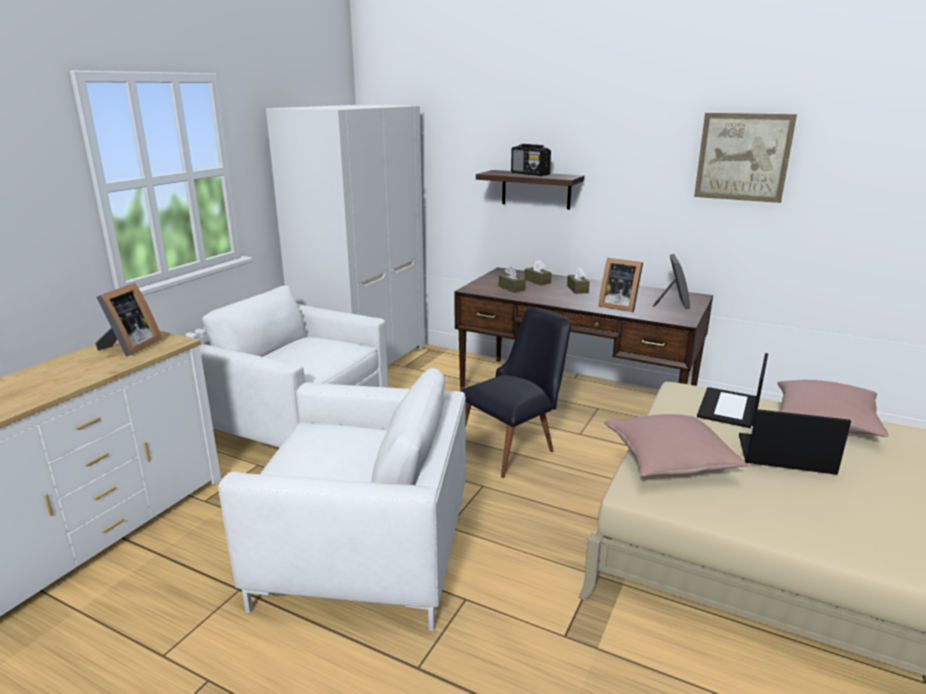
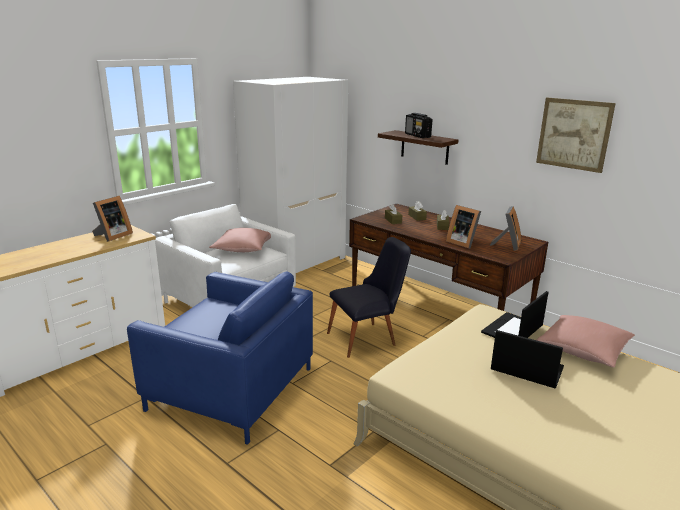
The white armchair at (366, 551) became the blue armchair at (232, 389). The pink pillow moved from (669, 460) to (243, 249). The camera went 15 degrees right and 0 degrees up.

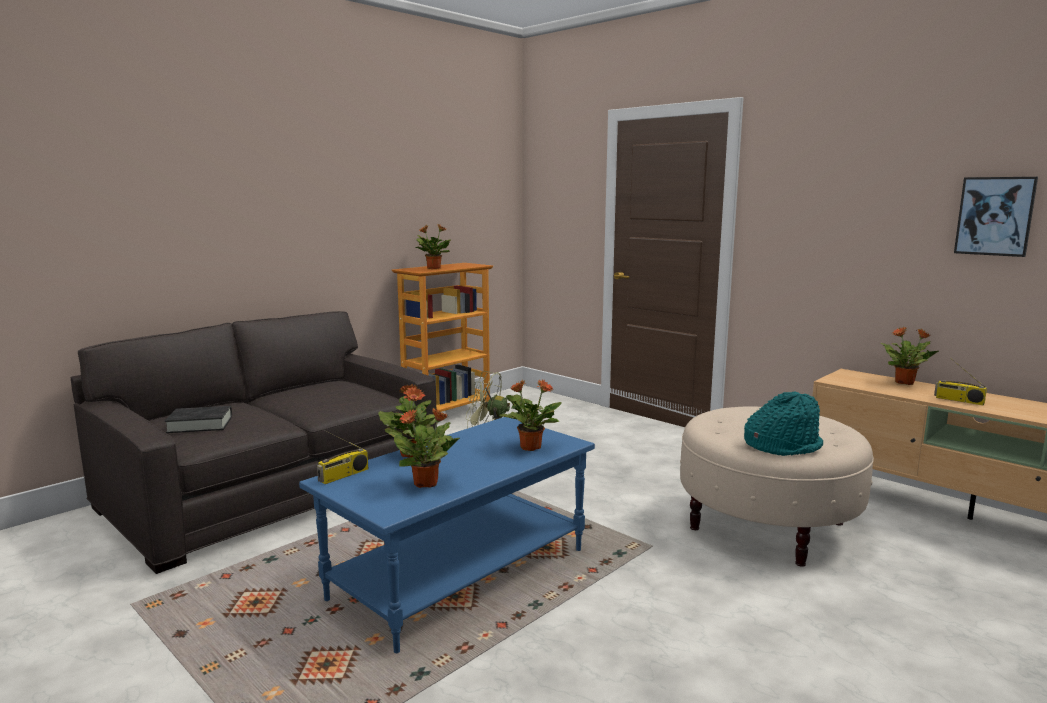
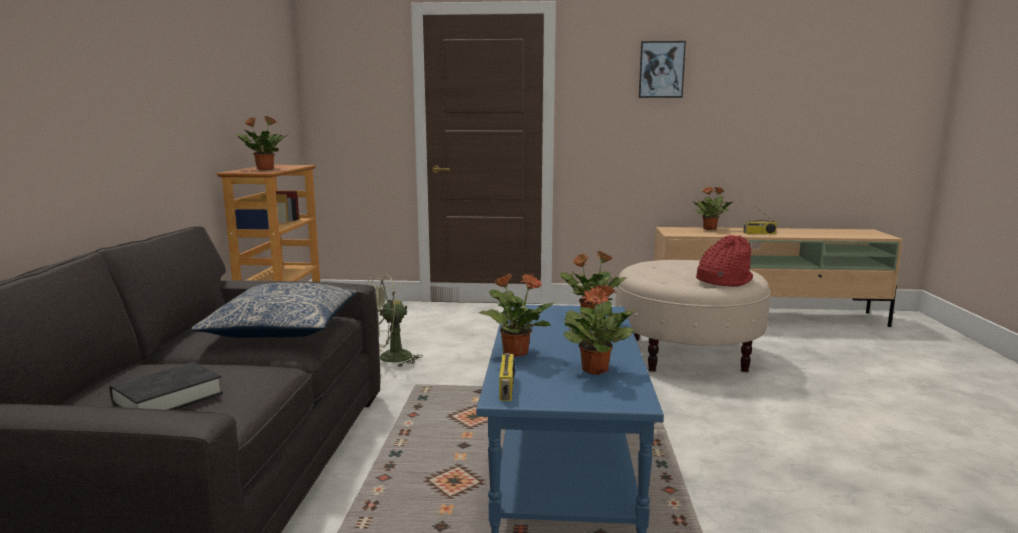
The picture moved from (995, 216) to (661, 69). The turquoise hat at (782, 446) became the red hat at (723, 281). The pillow at (283, 328) appeared. The camera went 40 degrees left and 0 degrees up.

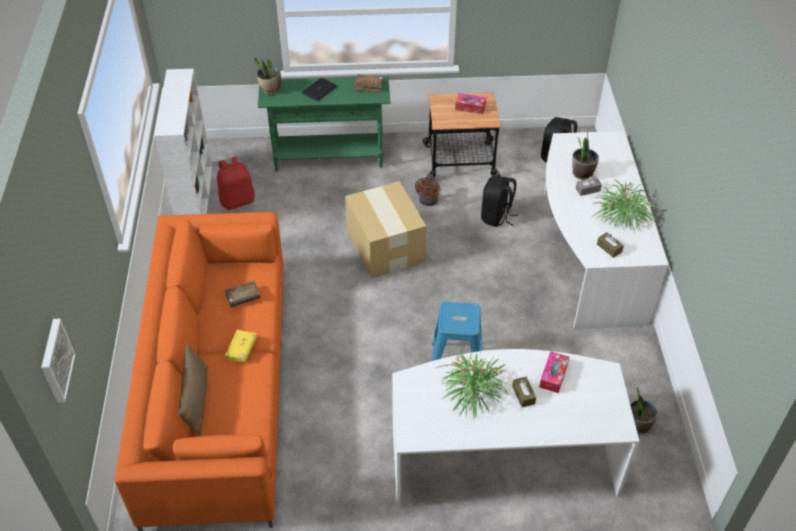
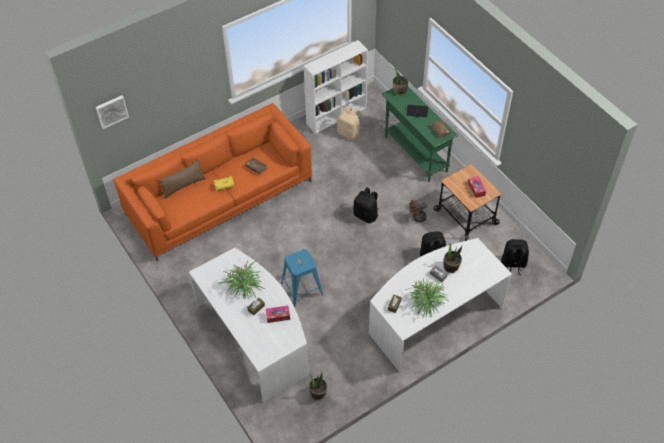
The red backpack at (237, 200) became the beige backpack at (349, 133). The cardboard box at (385, 245) was replaced by the black backpack at (366, 215). The camera went 60 degrees right and 5 degrees up.

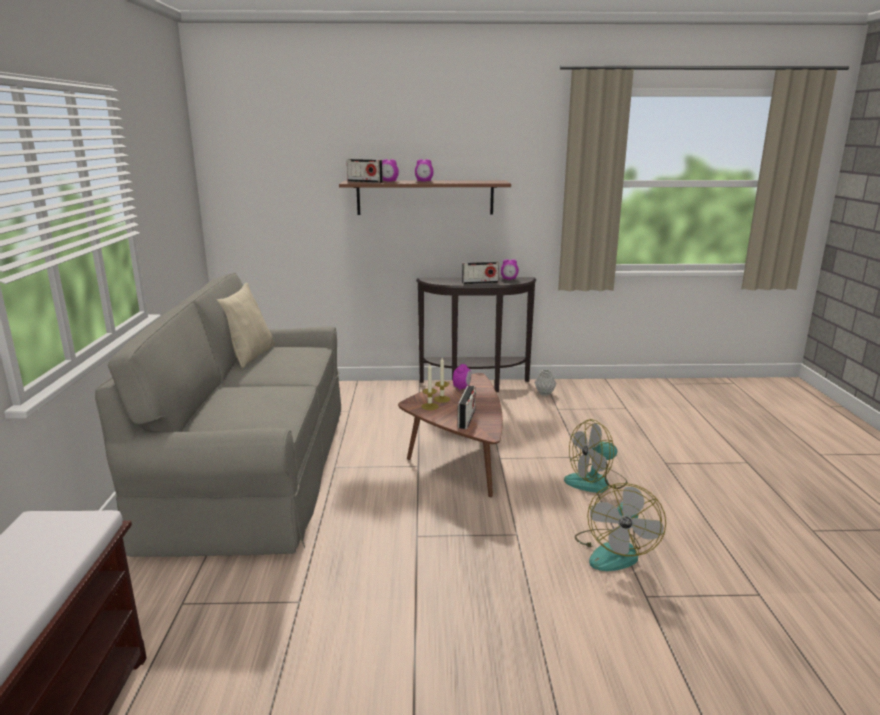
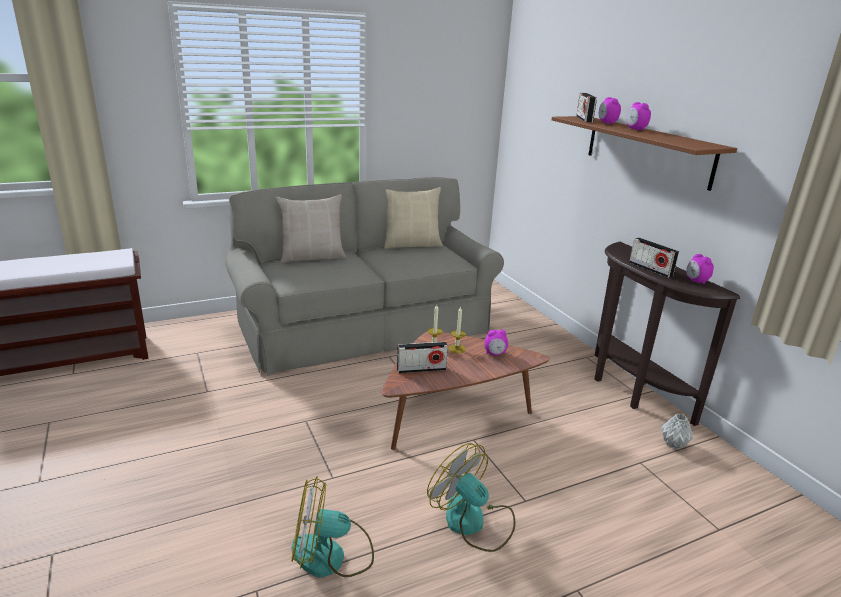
The beige pillow at (312, 257) appeared. The camera went 65 degrees right and 5 degrees up.

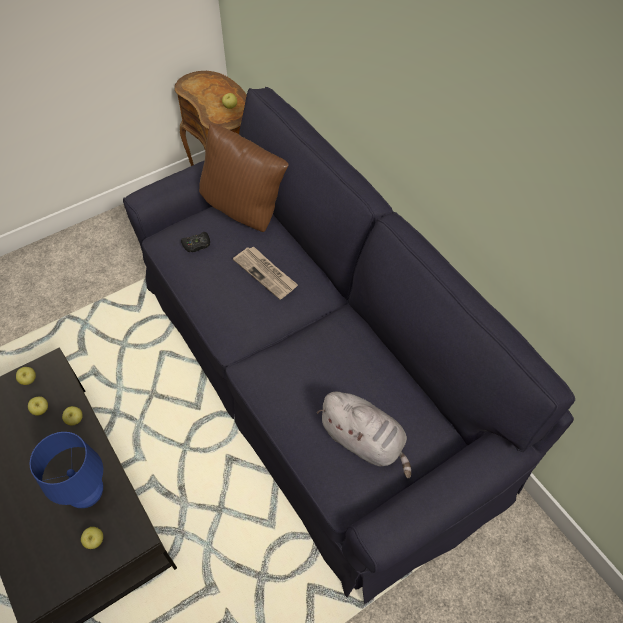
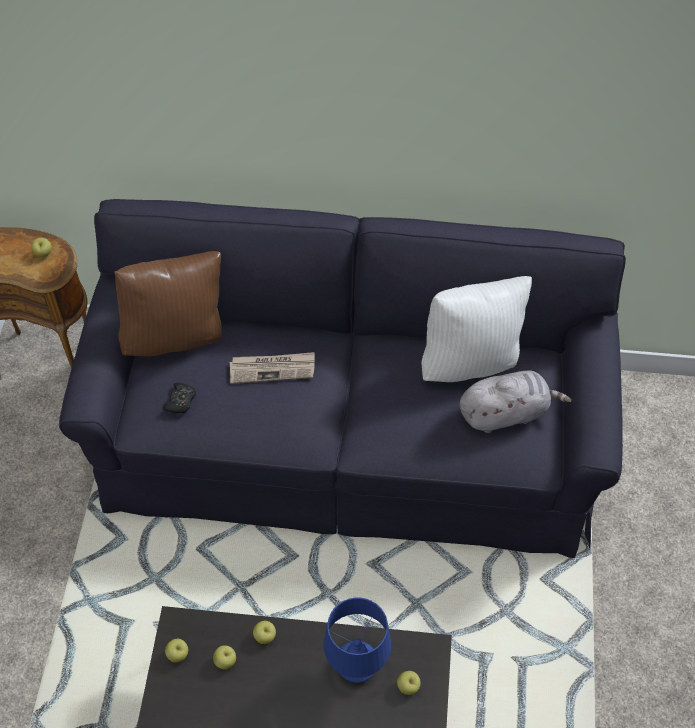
The white pillow at (470, 361) appeared. The camera went 50 degrees left and 0 degrees up.

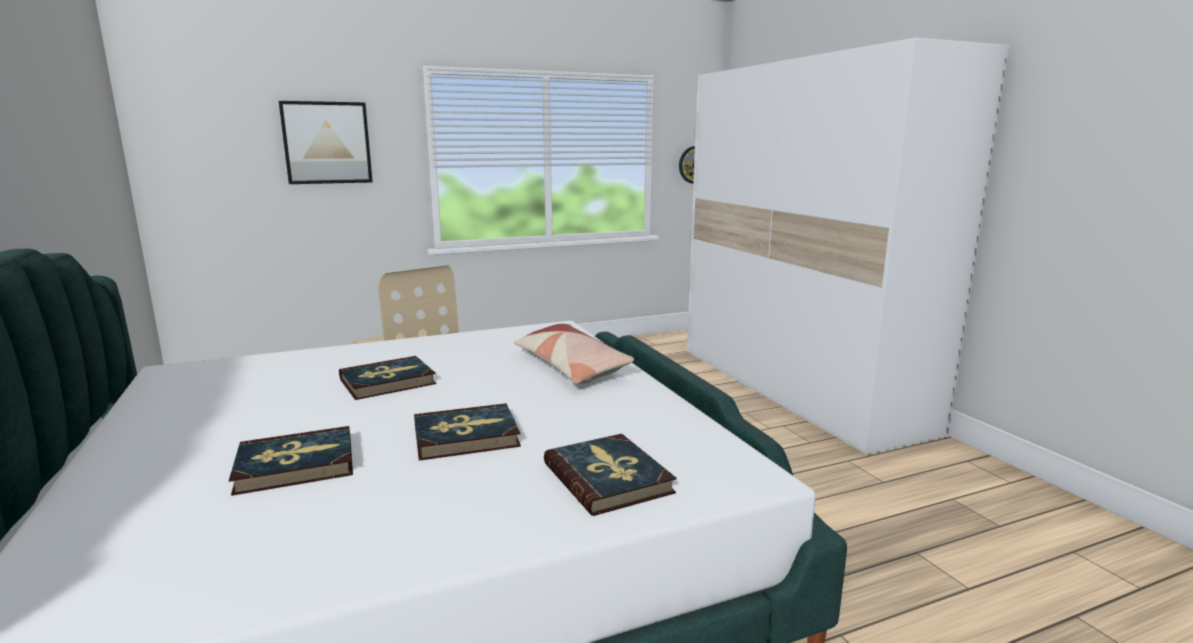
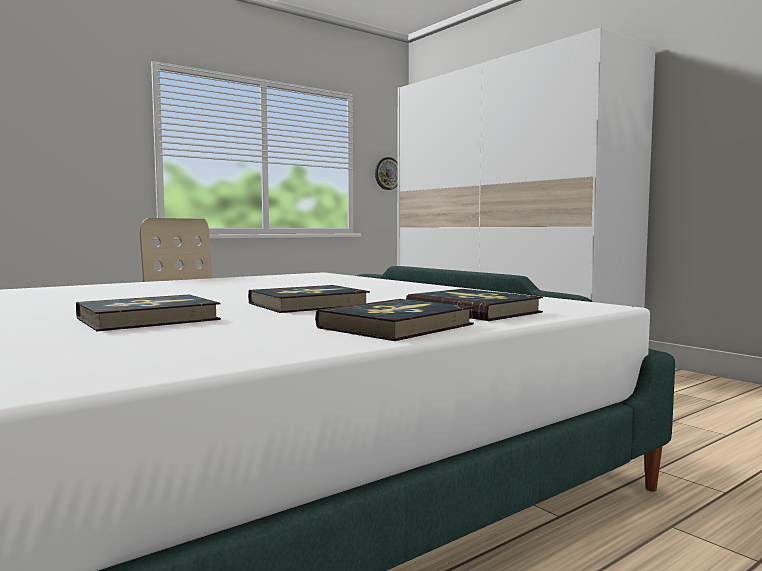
The picture at (327, 143) disappeared. The pillow at (571, 367) disappeared. The book moved from (387, 381) to (397, 326). The camera went 15 degrees left and 10 degrees down.

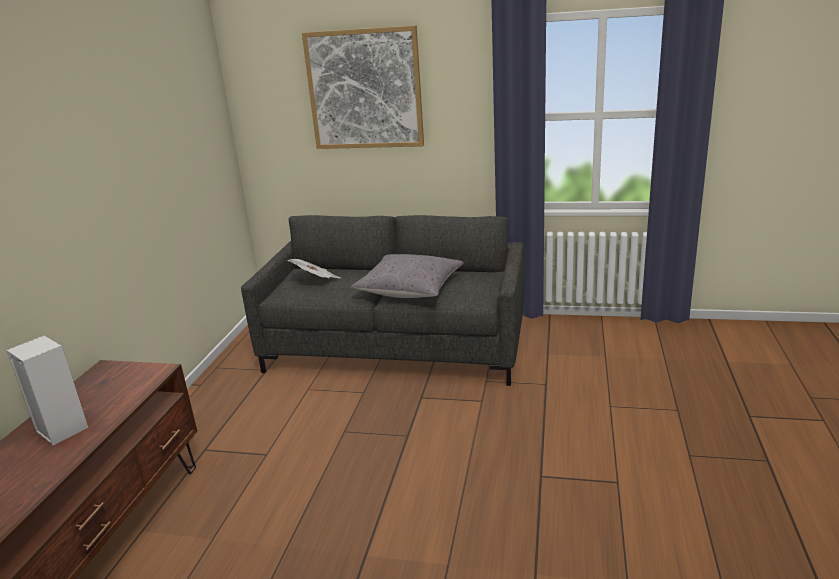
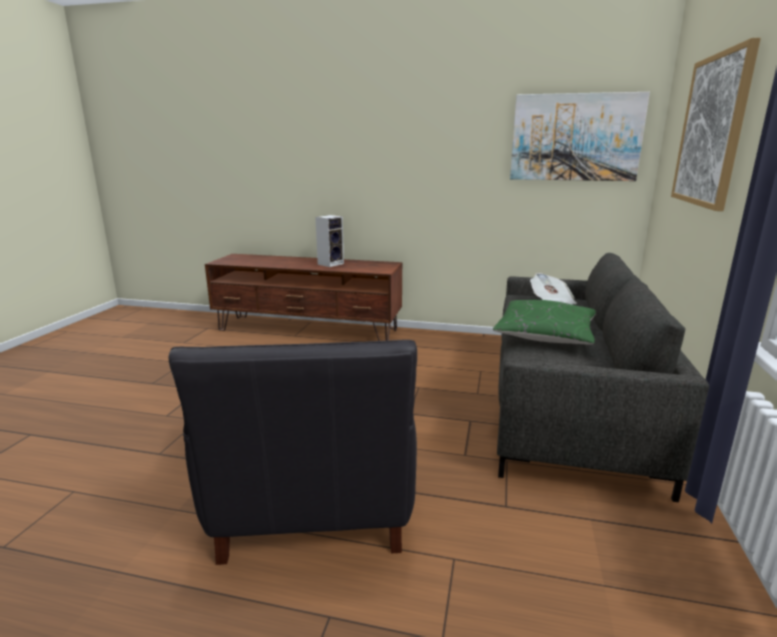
The grey pillow at (410, 289) became the green pillow at (545, 336). The picture at (575, 137) appeared. The black armchair at (313, 506) appeared. The camera went 90 degrees right and 5 degrees down.

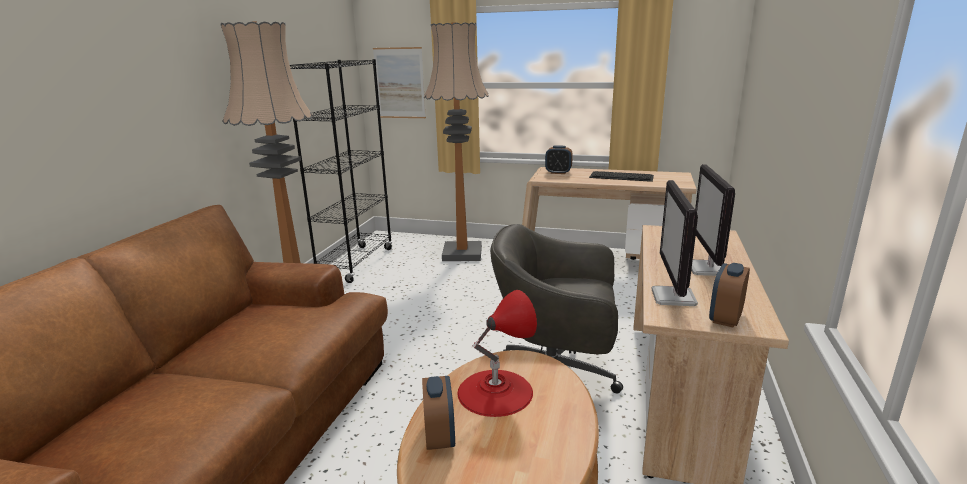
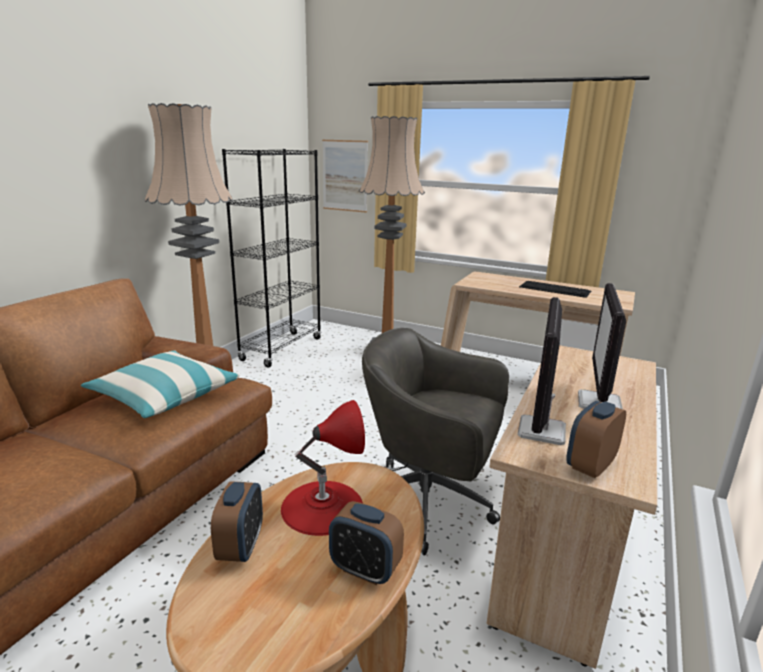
The alarm clock moved from (558, 172) to (365, 569). The pillow at (164, 396) appeared. The camera went 10 degrees right and 0 degrees up.

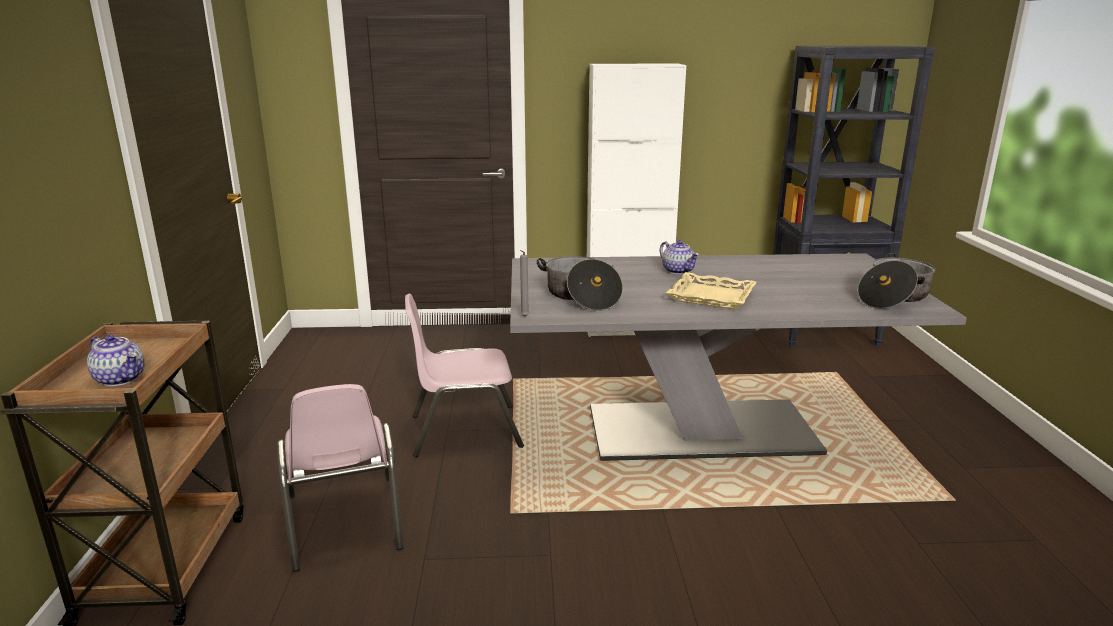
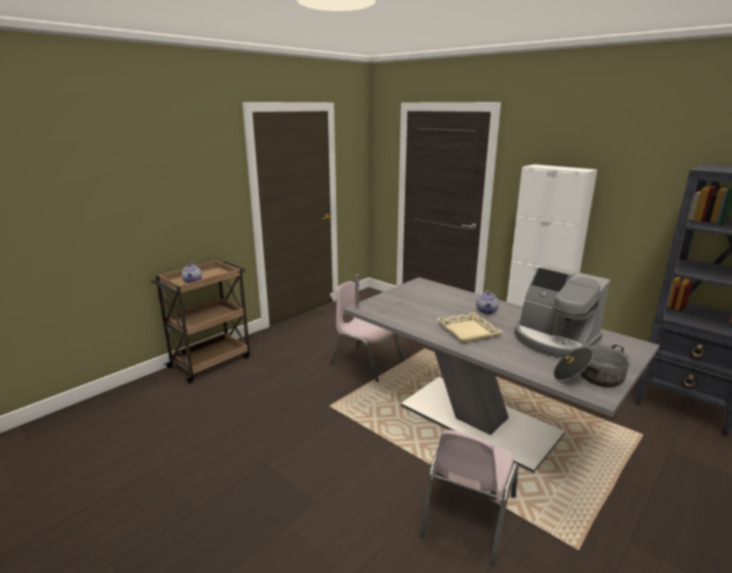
The cooking pot at (581, 296) disappeared. The pink chair moved from (344, 522) to (467, 515). The coffee machine at (554, 339) appeared. The camera went 45 degrees right and 0 degrees up.

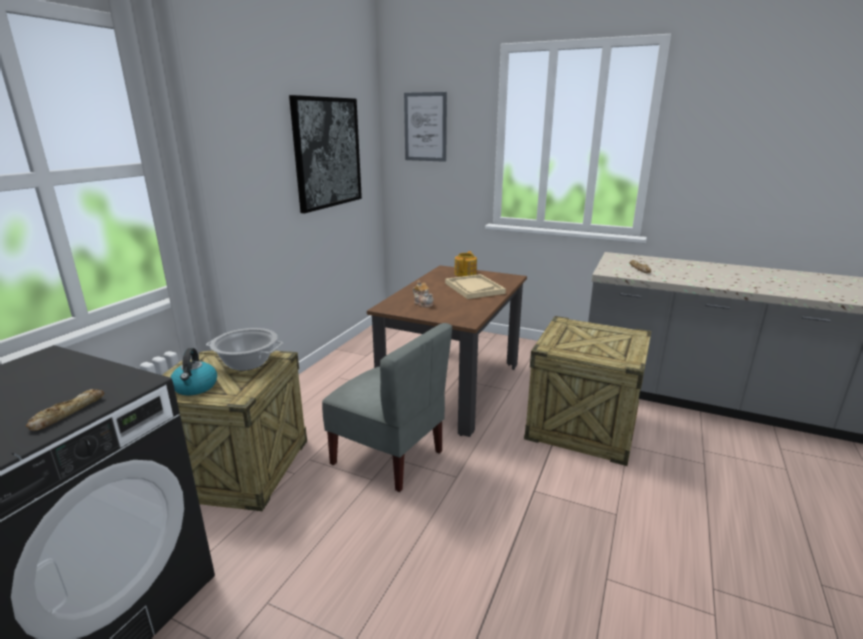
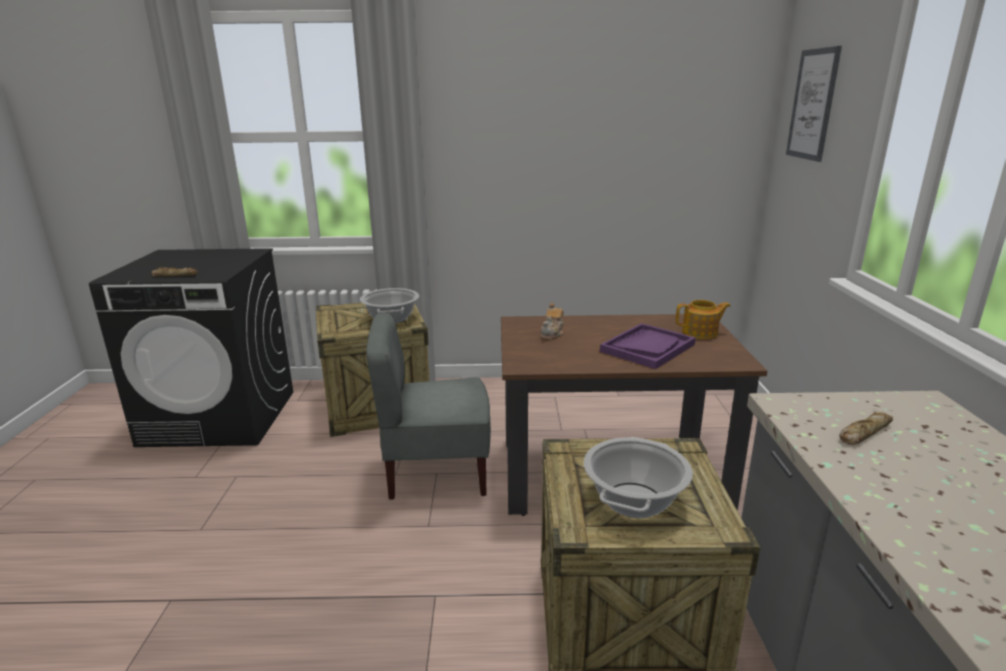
The picture at (327, 153) disappeared. The beige tray at (474, 288) became the purple tray at (647, 348). The grey chair at (389, 457) turned 75 degrees clockwise. The kettle at (195, 387) disappeared. The cooking pot at (633, 500) appeared. The camera went 65 degrees right and 0 degrees up.

